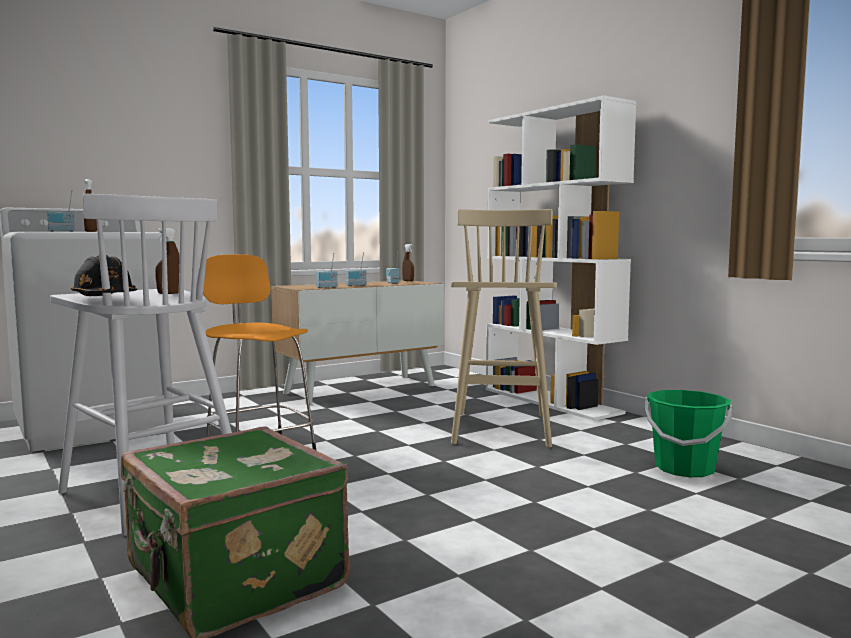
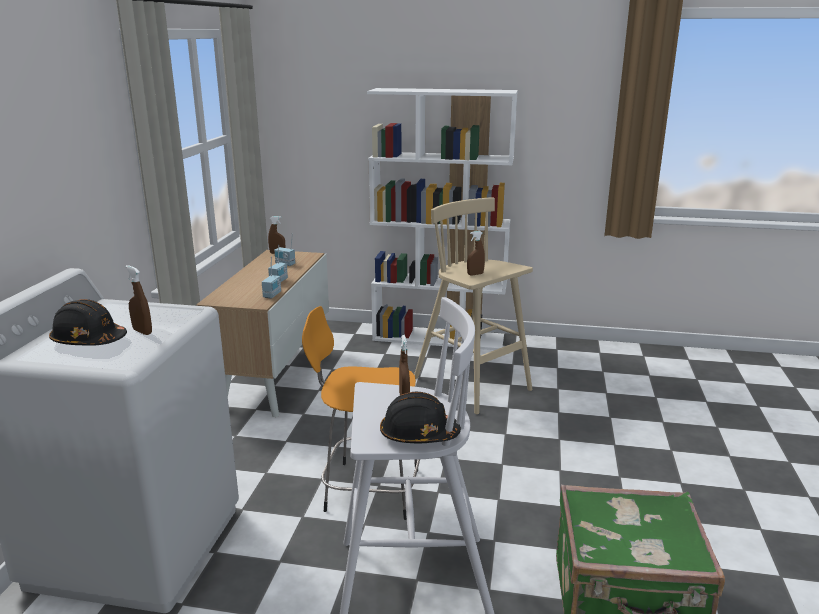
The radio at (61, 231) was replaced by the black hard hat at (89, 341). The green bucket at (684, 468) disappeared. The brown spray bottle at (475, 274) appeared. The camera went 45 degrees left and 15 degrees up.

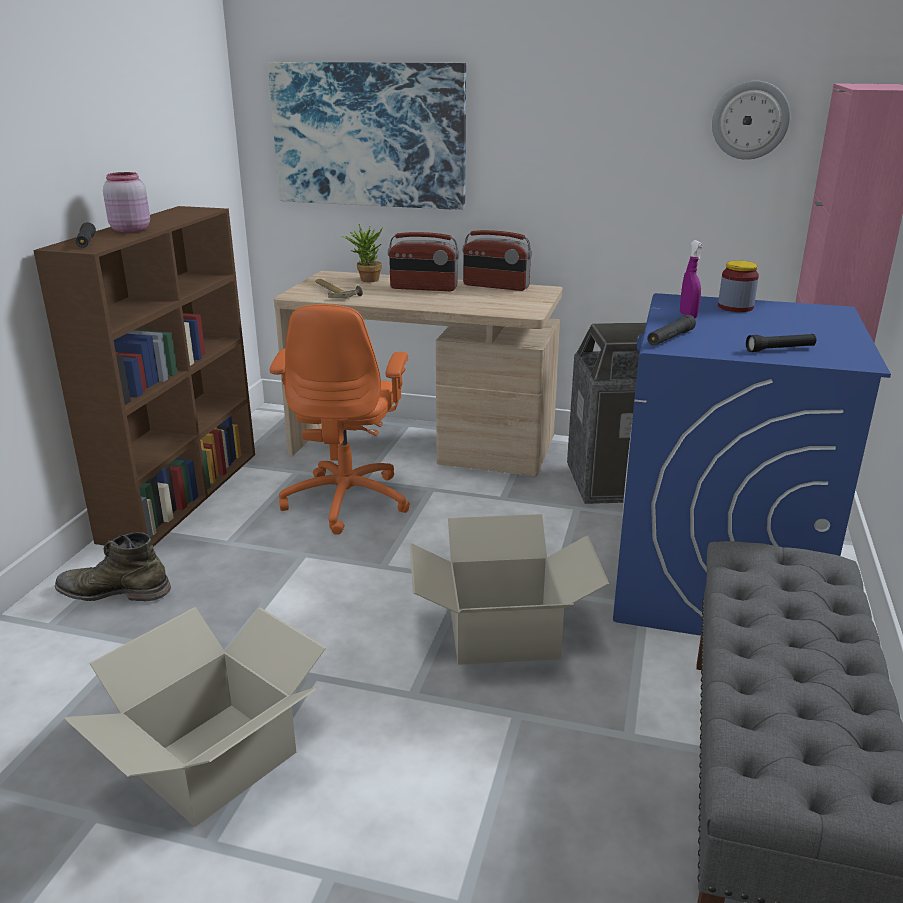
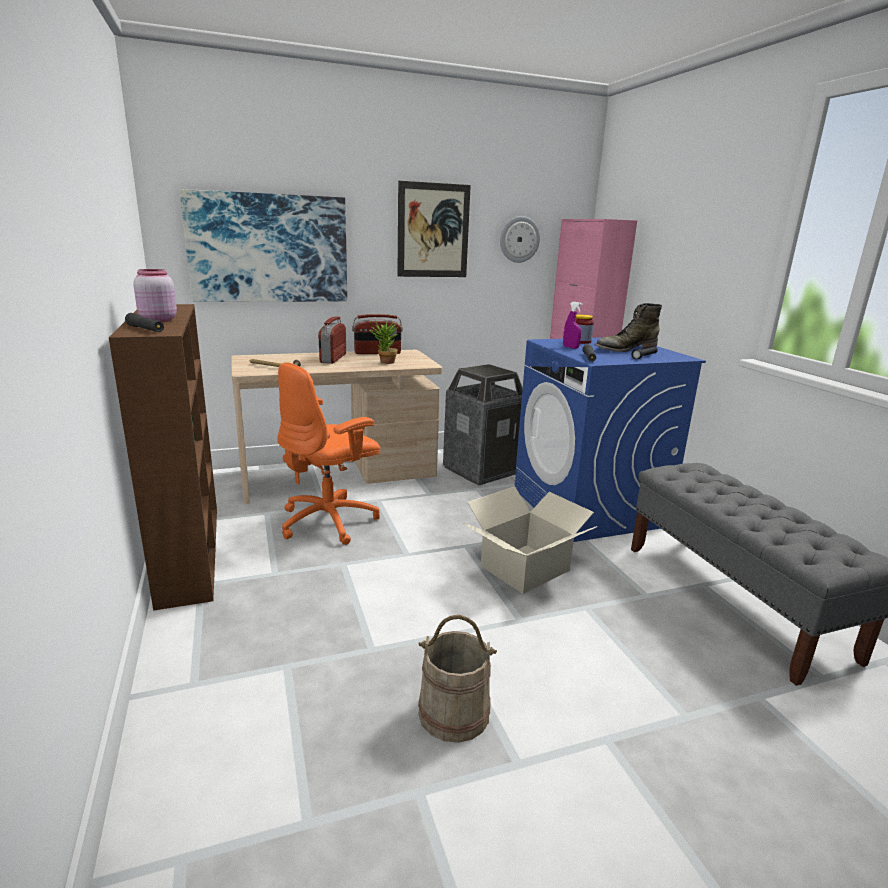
The potted plant moved from (365, 280) to (385, 362). The radio at (423, 288) turned 120 degrees clockwise. The orange office chair at (348, 500) turned 75 degrees clockwise. The green boot moved from (114, 591) to (625, 348). The cardboard box at (214, 760) was replaced by the beige bucket at (453, 713). The picture at (433, 231) appeared. The camera went 35 degrees left and 5 degrees down.

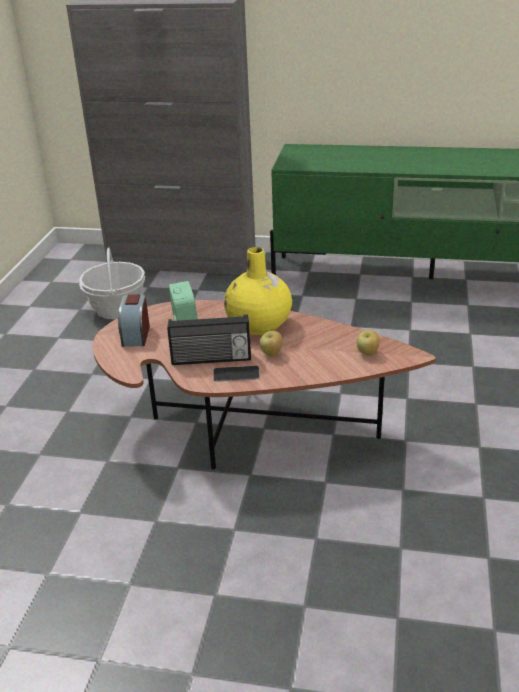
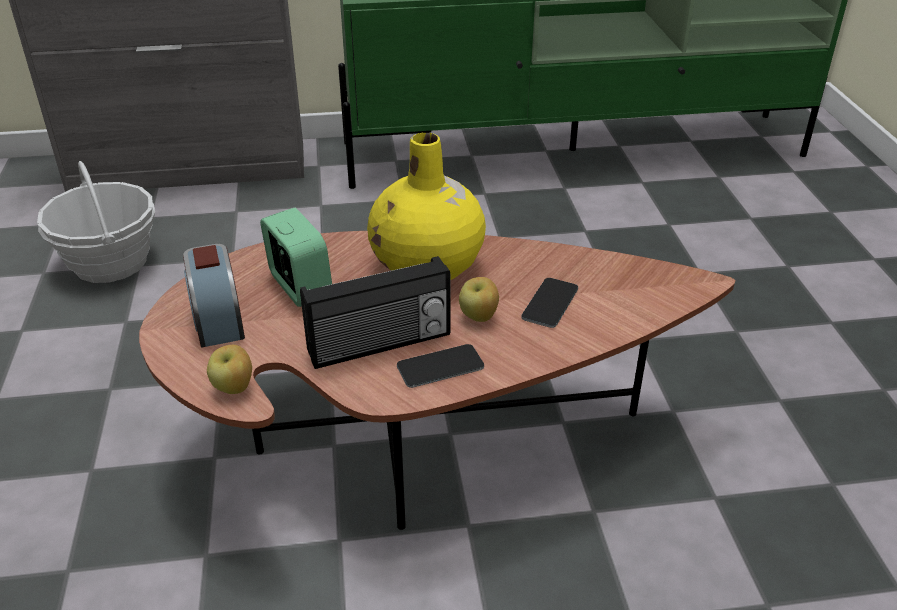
The apple moved from (368, 353) to (234, 388). The phone at (550, 303) appeared. The camera went 20 degrees left and 5 degrees up.

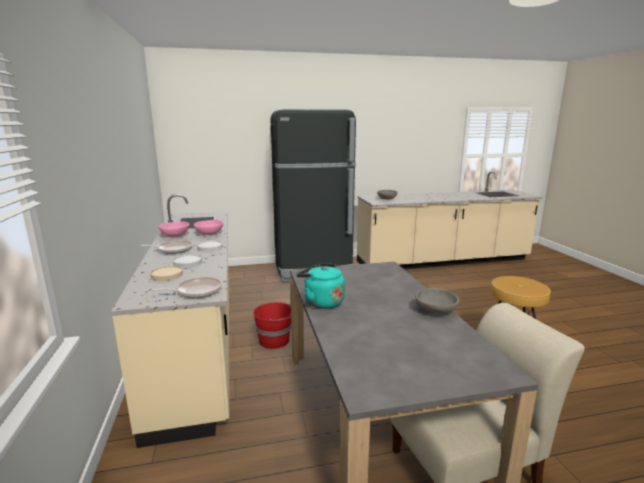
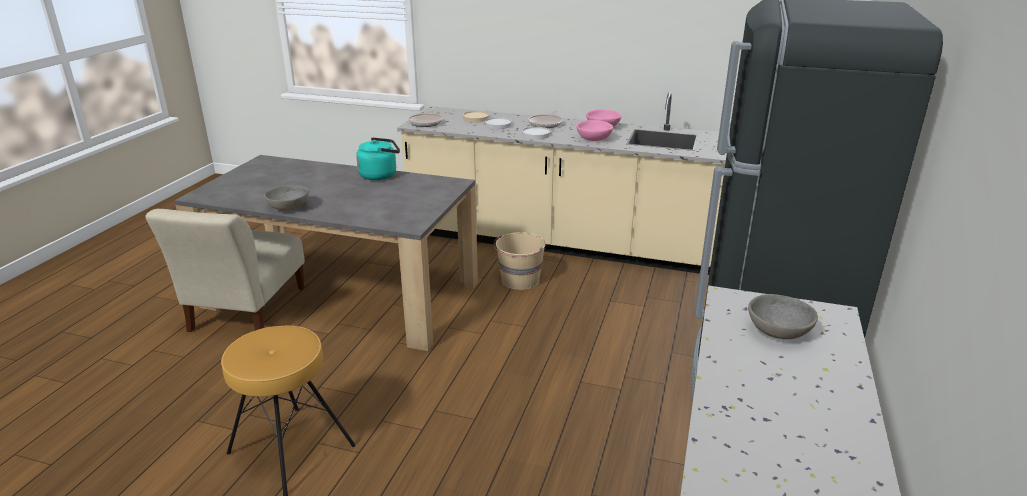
The red bucket at (275, 340) became the beige bucket at (520, 280). The camera went 120 degrees right and 10 degrees up.

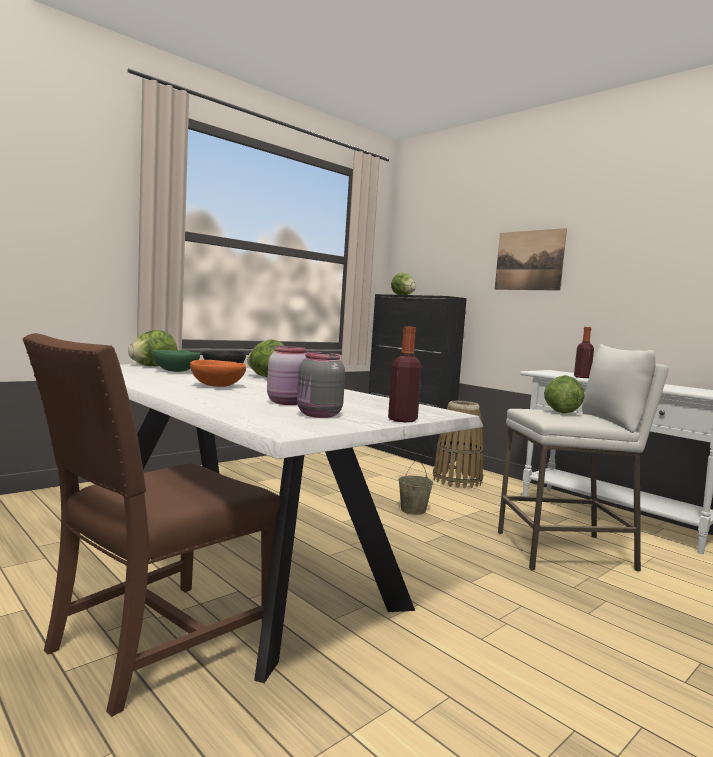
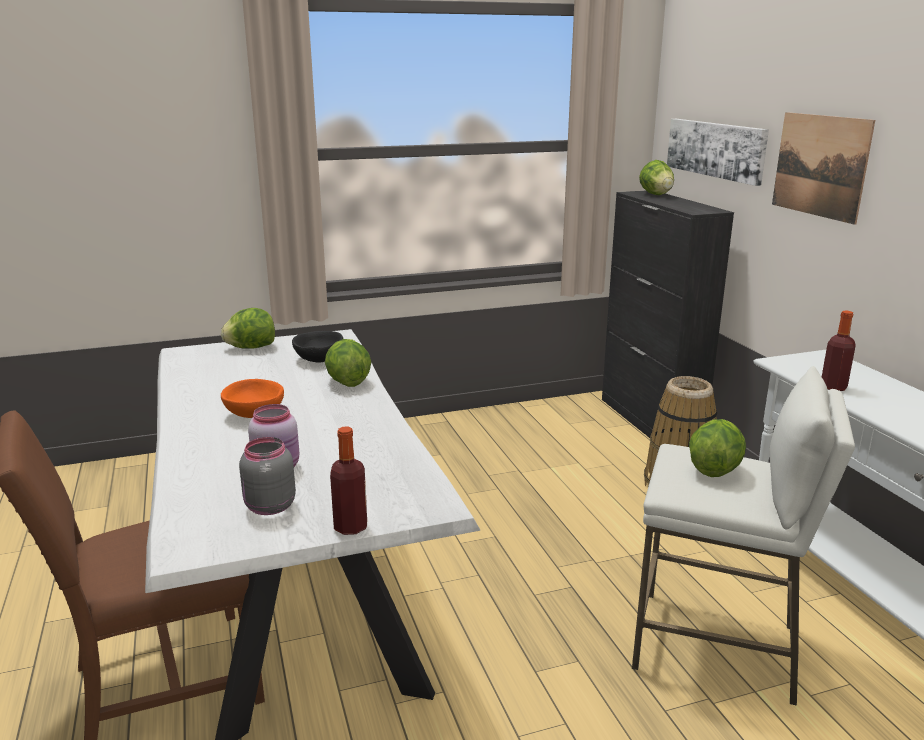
The green bowl at (176, 371) disappeared. The beige bucket at (412, 510) disappeared. The picture at (716, 149) appeared. The camera went 25 degrees right and 15 degrees up.

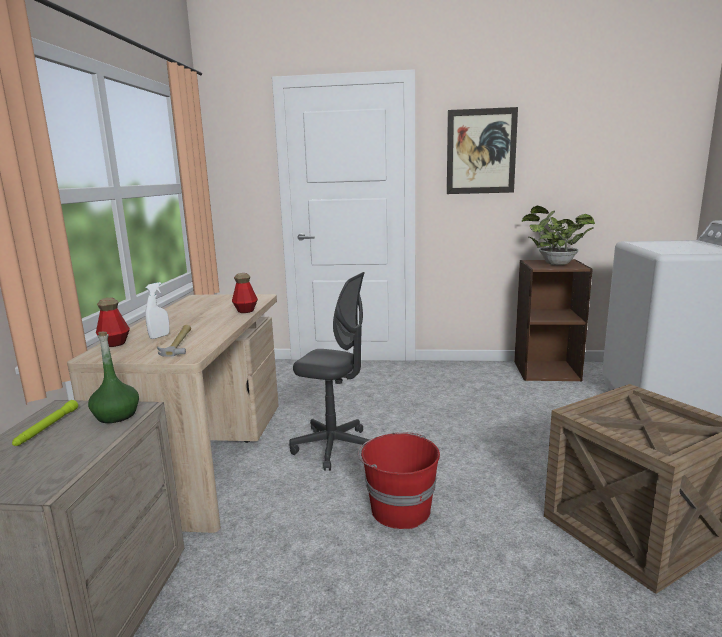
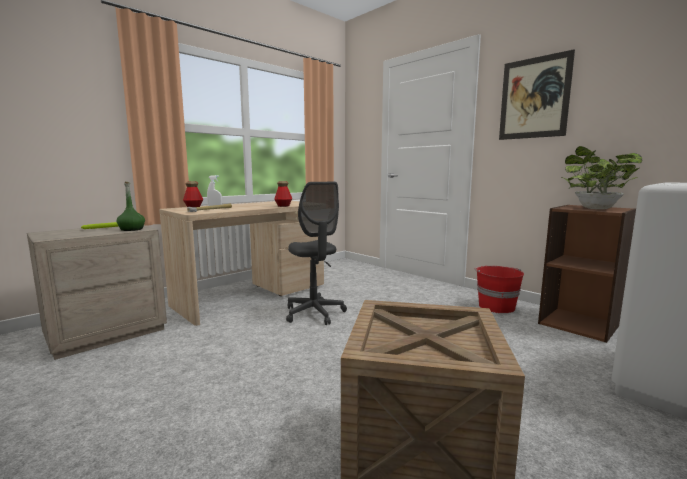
The red bucket moved from (399, 509) to (496, 306). The camera went 40 degrees right and 5 degrees down.

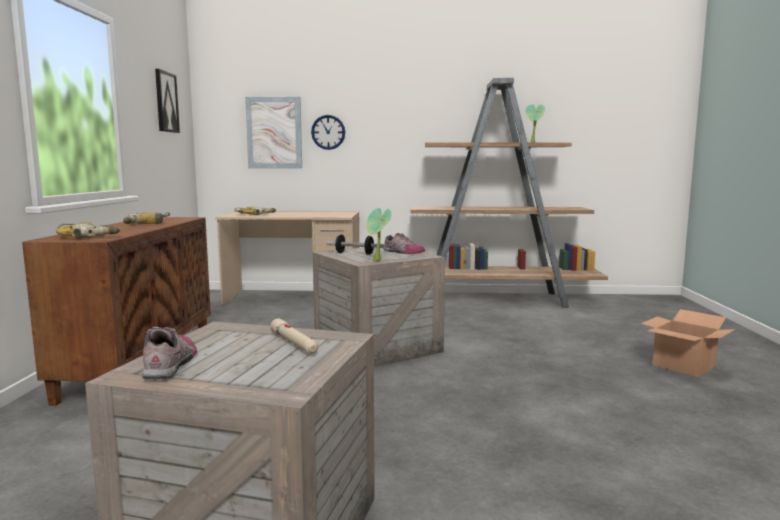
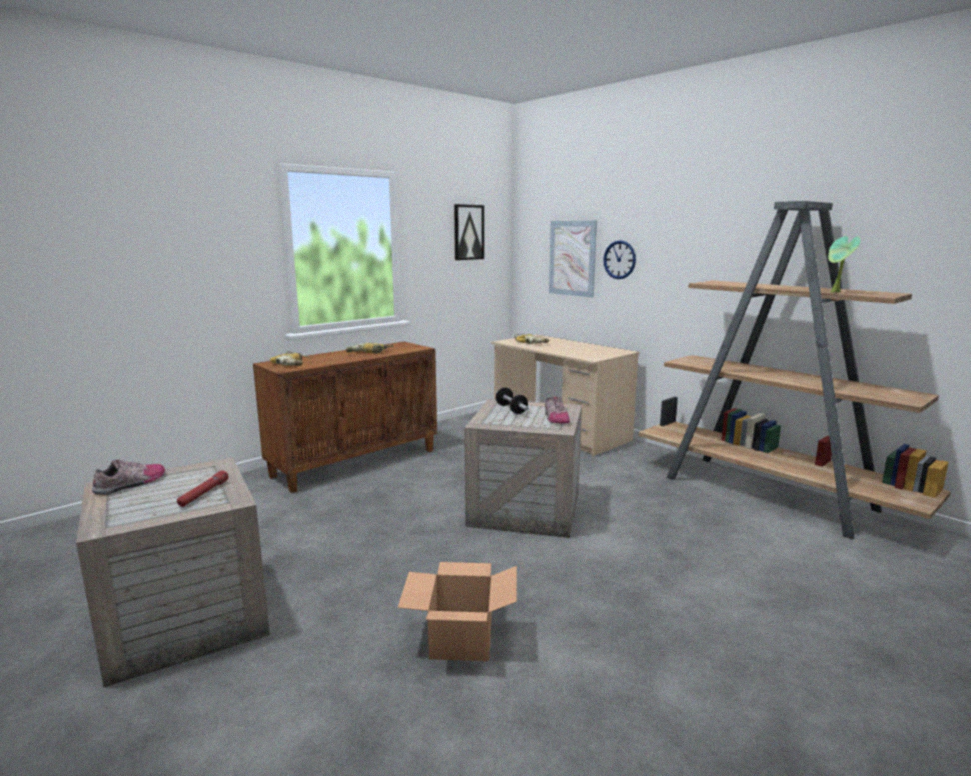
The potted plant at (377, 260) disappeared. The cardboard box moved from (684, 366) to (462, 640). The beige flashlight at (294, 343) became the red flashlight at (203, 494). The camera went 45 degrees right and 5 degrees up.

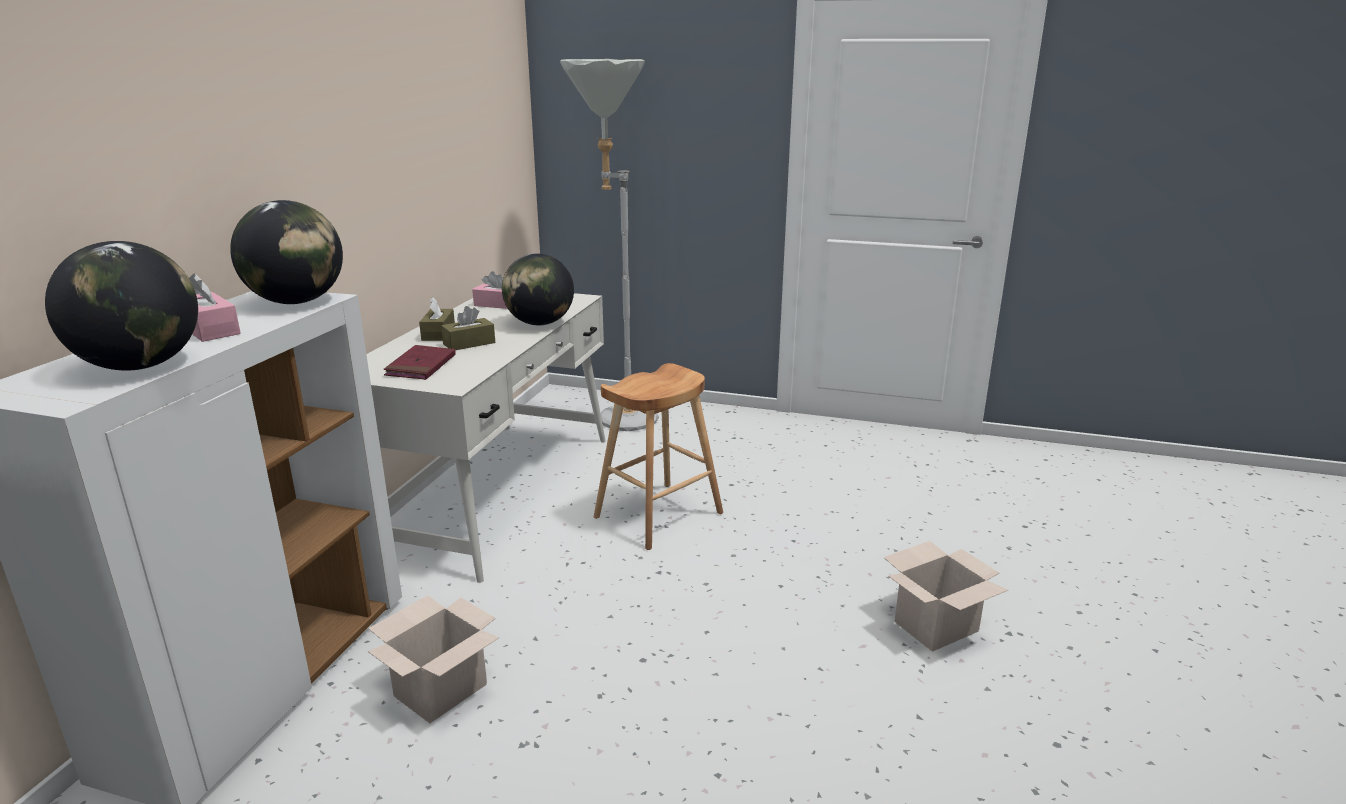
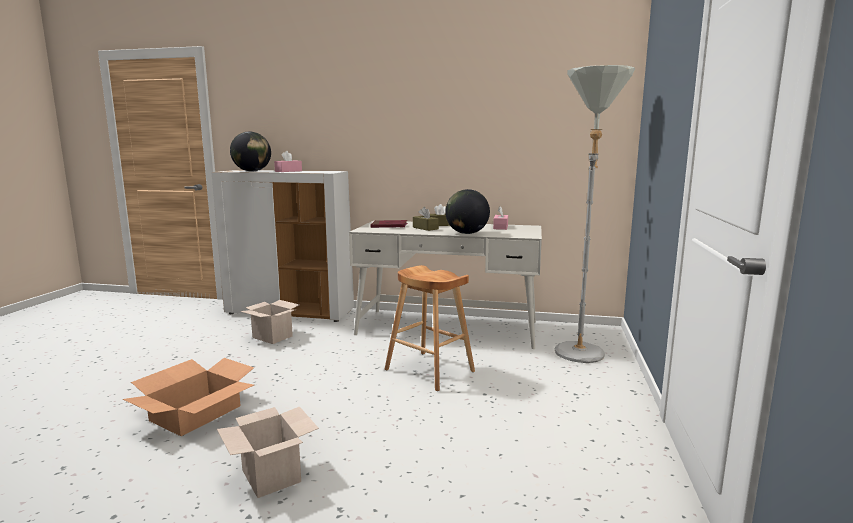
The globe at (296, 302) disappeared. The cardboard box at (196, 413) appeared. The camera went 85 degrees right and 10 degrees down.

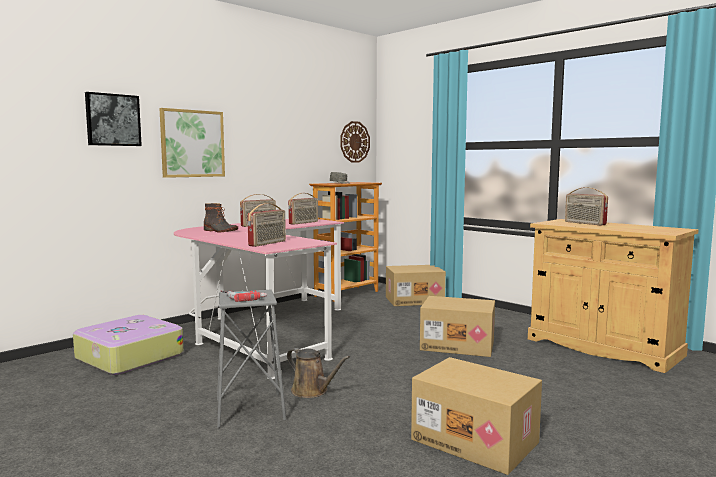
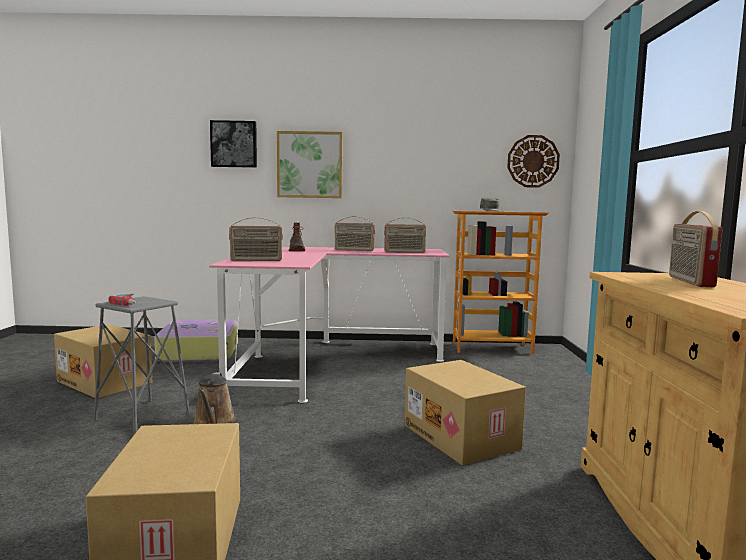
The cardboard box moved from (414, 300) to (106, 382). The camera went 45 degrees right and 0 degrees up.

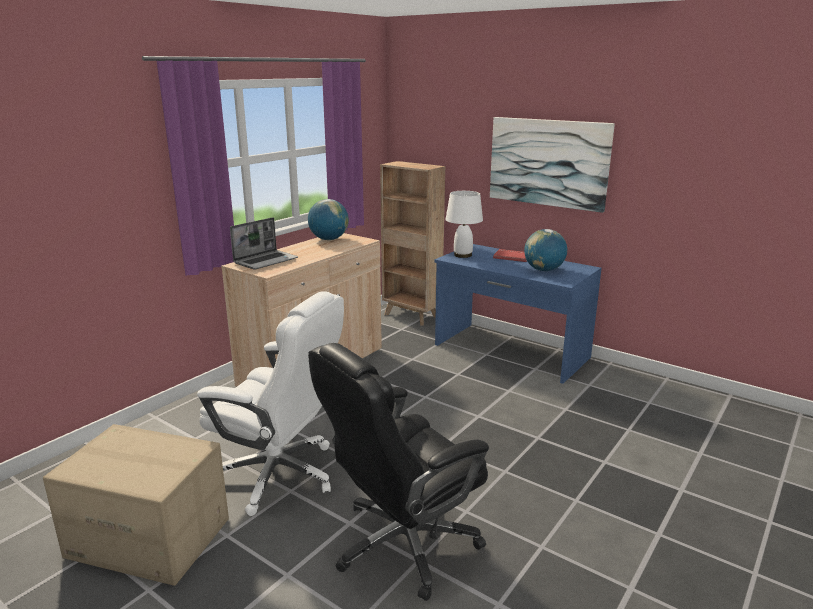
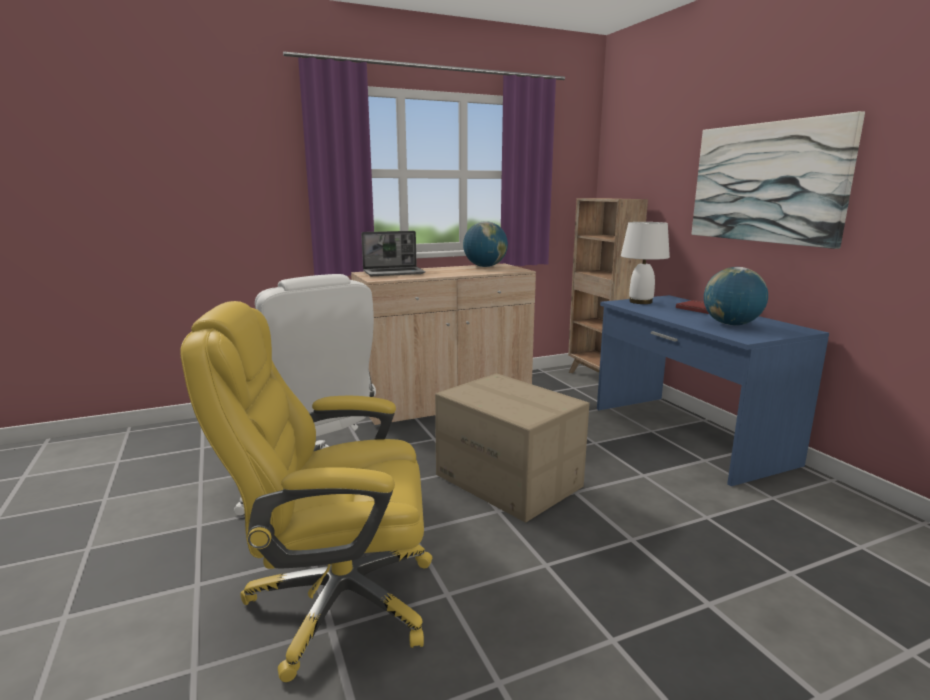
The black office chair at (403, 544) became the yellow office chair at (337, 601). The cardboard box moved from (150, 537) to (509, 481). The camera went 30 degrees right and 5 degrees down.

